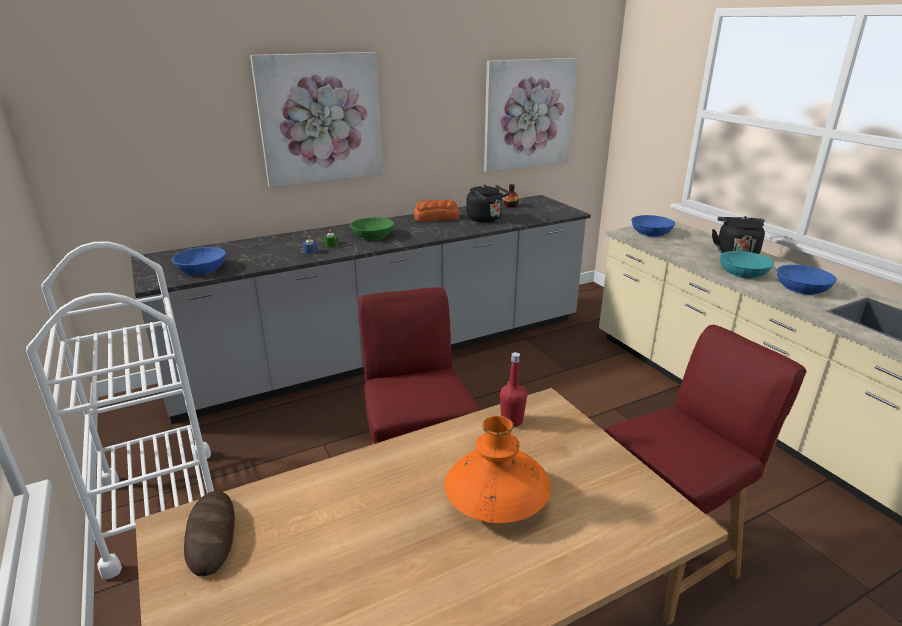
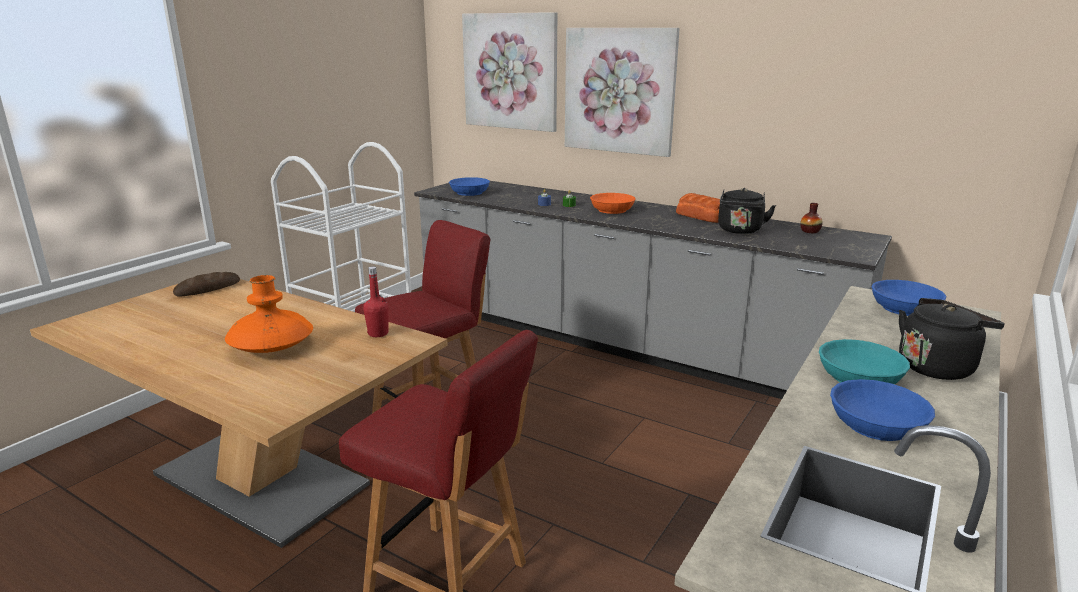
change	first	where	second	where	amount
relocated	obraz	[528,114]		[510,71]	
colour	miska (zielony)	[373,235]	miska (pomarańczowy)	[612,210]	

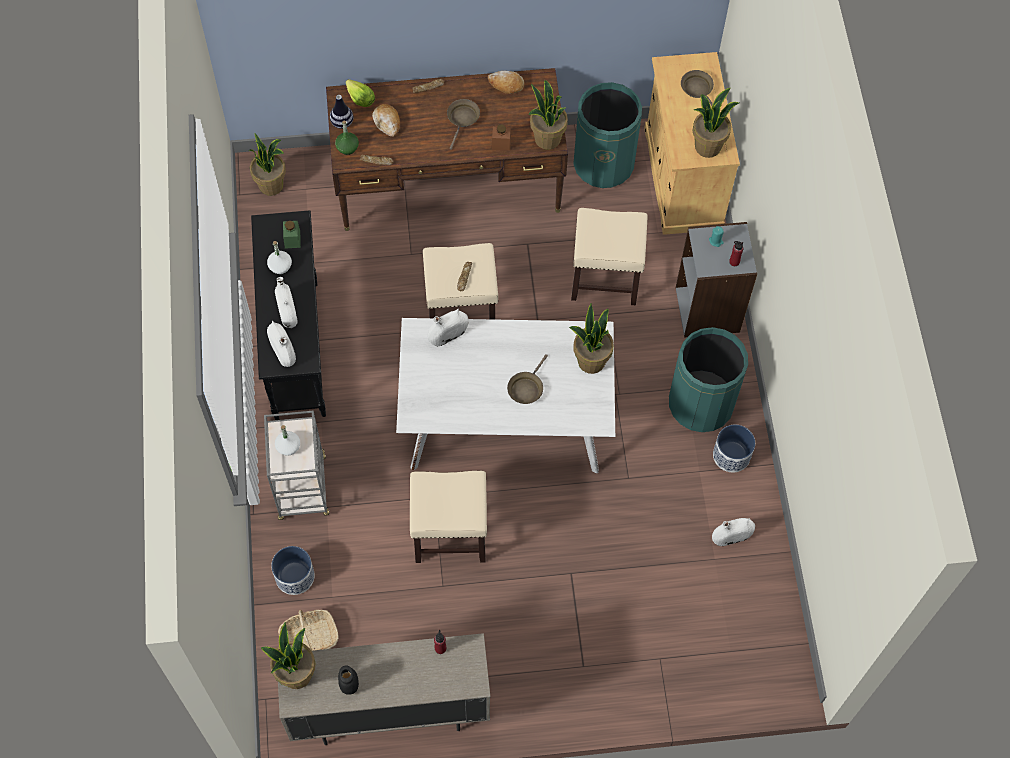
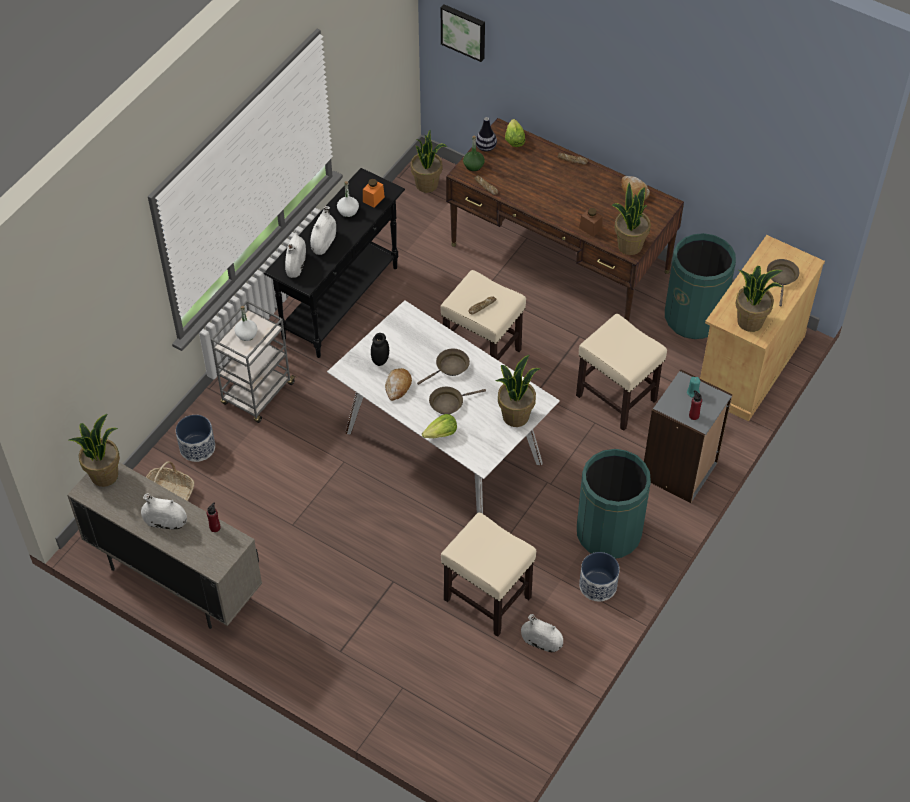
change	first	where	second	where	amount
appeared			sałata	[441,434]	
appeared			obraz	[464,31]	
relocated	słoik (czarny)	[349,685]		[380,360]	
relocated	chleb	[387,122]		[398,386]	
relocated	stołek (beżowy)	[449,536]		[486,598]	
relocated	wazon (biały)	[448,335]		[165,522]	
relocated	patelnia (brązowy)	[462,119]		[450,367]	
colour	słoik (zielony)	[292,239]	słoik (pomarańczowy)	[373,199]	

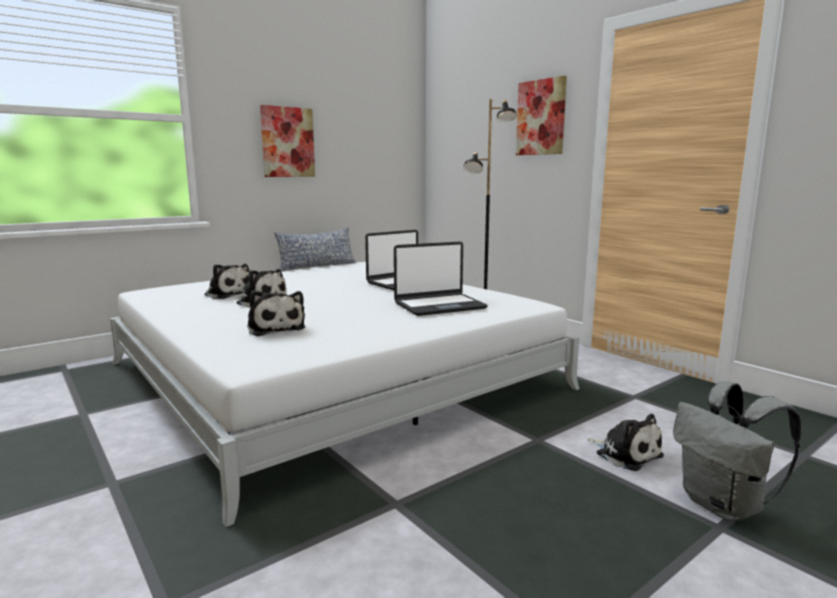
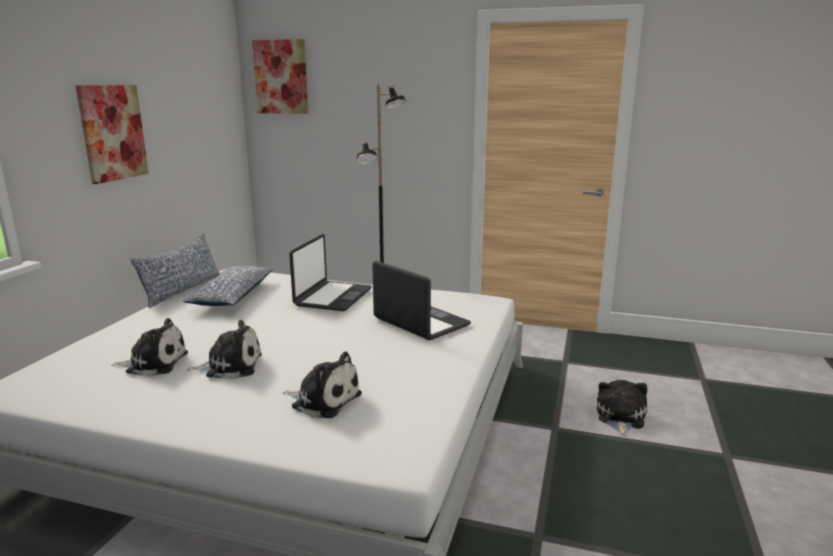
change	first	where	second	where	amount
missing	plecak (szary)	[724,506]			
appeared			poduszka	[232,296]	
relocated	obraz	[541,117]		[281,77]	
spun	laptop	[439,306]		[420,322]	75 degrees counterclockwise
spun	pluszak	[626,454]		[620,418]	90 degrees counterclockwise

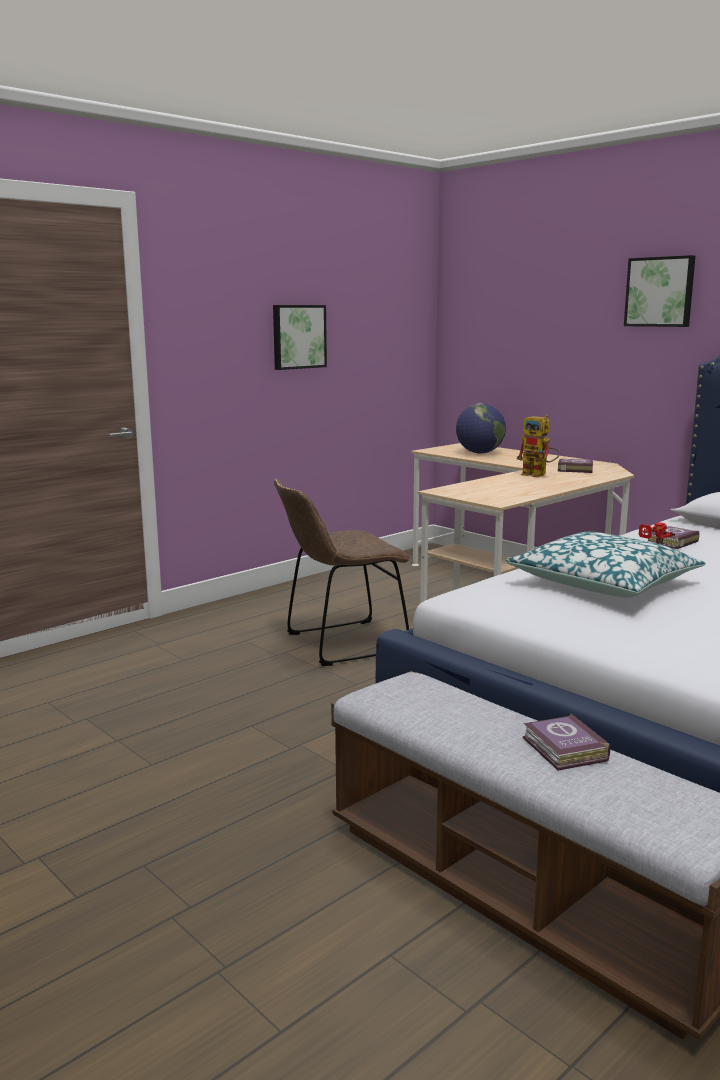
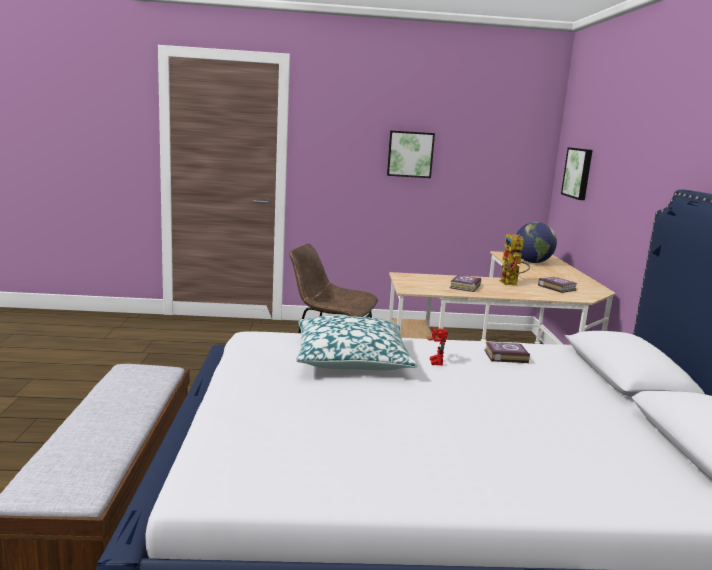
change	first	where	second	where	amount
relocated	książka	[564,750]		[464,287]	
relocated	obraz	[660,292]		[578,173]	

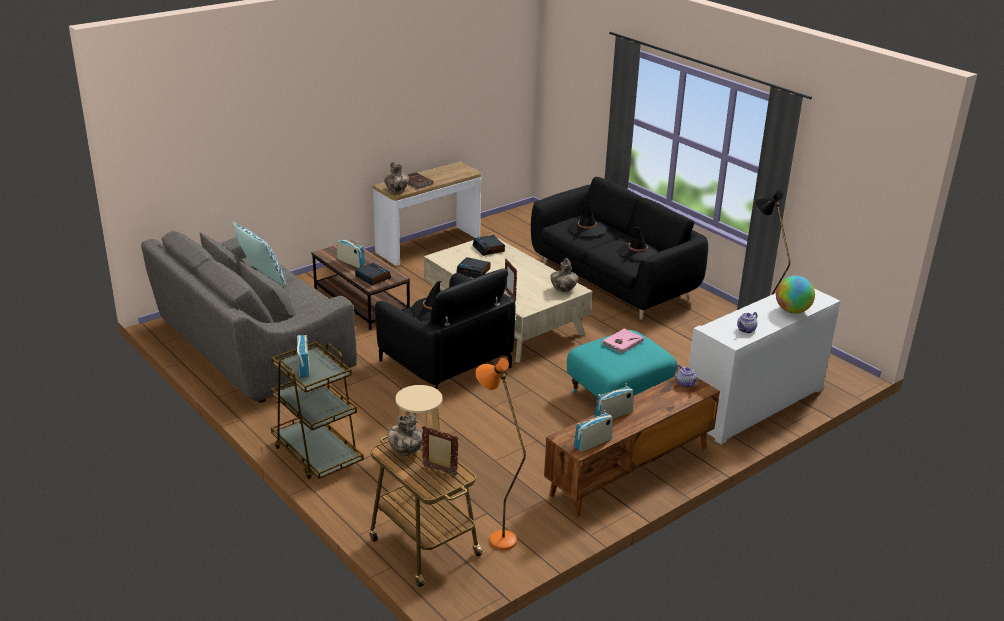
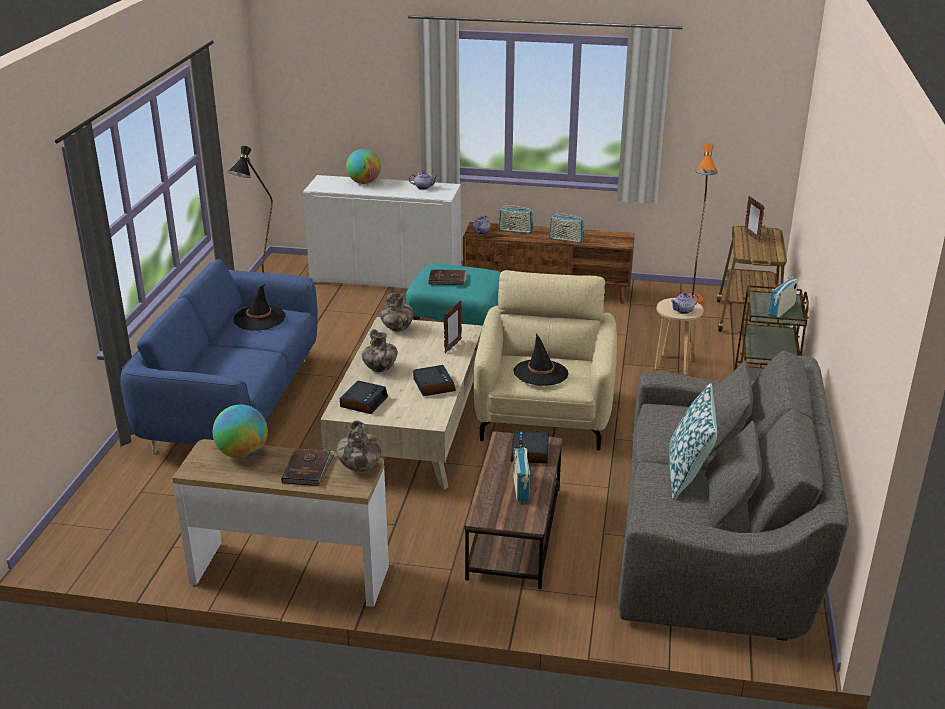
change	first	where	second	where	amount
missing	kapelusz (czarny)	[586,229]			
appeared			globus	[242,453]	
appeared			imbryk	[683,311]	
relocated	wazon	[405,451]		[380,369]	
relocated	radio	[592,443]		[515,231]	
colour	fotel (czarny)	[444,364]	fotel (beżowy)	[544,415]	
colour	kanapa (czarny)	[613,282]	kanapa (niebieski)	[233,403]	
colour	książka (różowy)	[622,342]	książka (brązowy)	[447,279]	

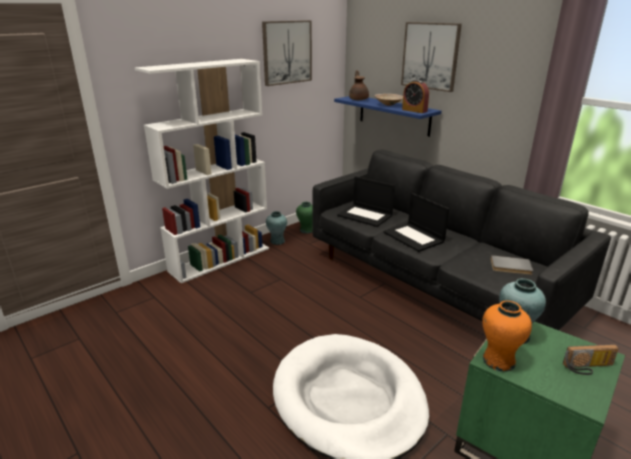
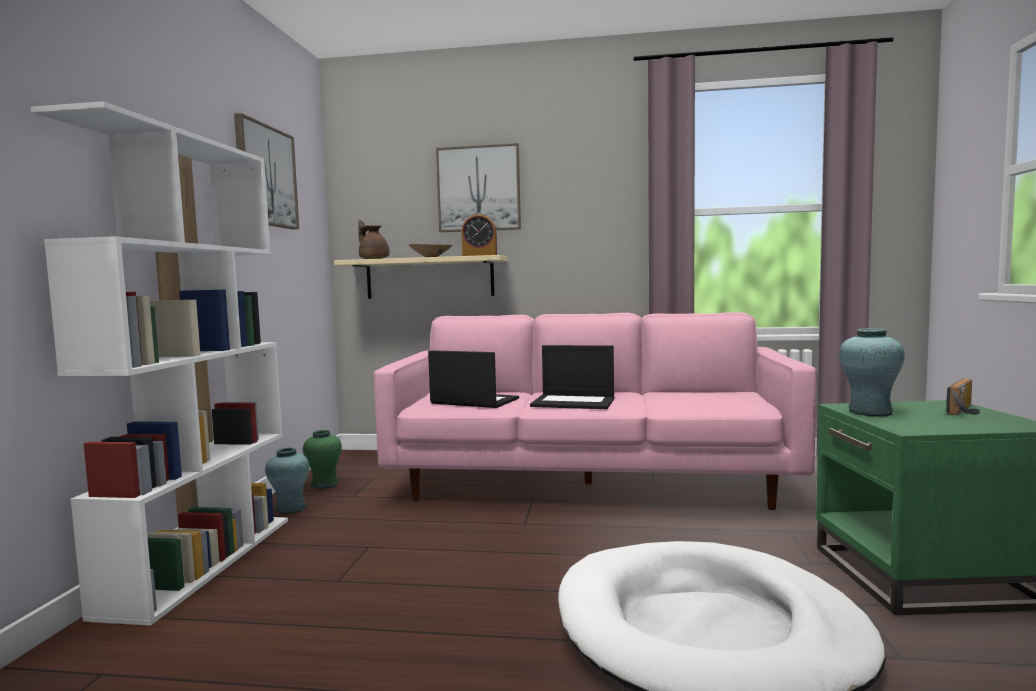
change	first	where	second	where	amount
missing	wazon (pomarańczowy)	[498,360]			
missing	książka (szary)	[511,267]			
colour	kanapa (czarny)	[432,285]	kanapa (różowy)	[589,484]	
colour	półka (niebieski)	[394,115]	półka (beżowy)	[429,278]	
spun	laptop	[365,215]		[473,401]	150 degrees counterclockwise

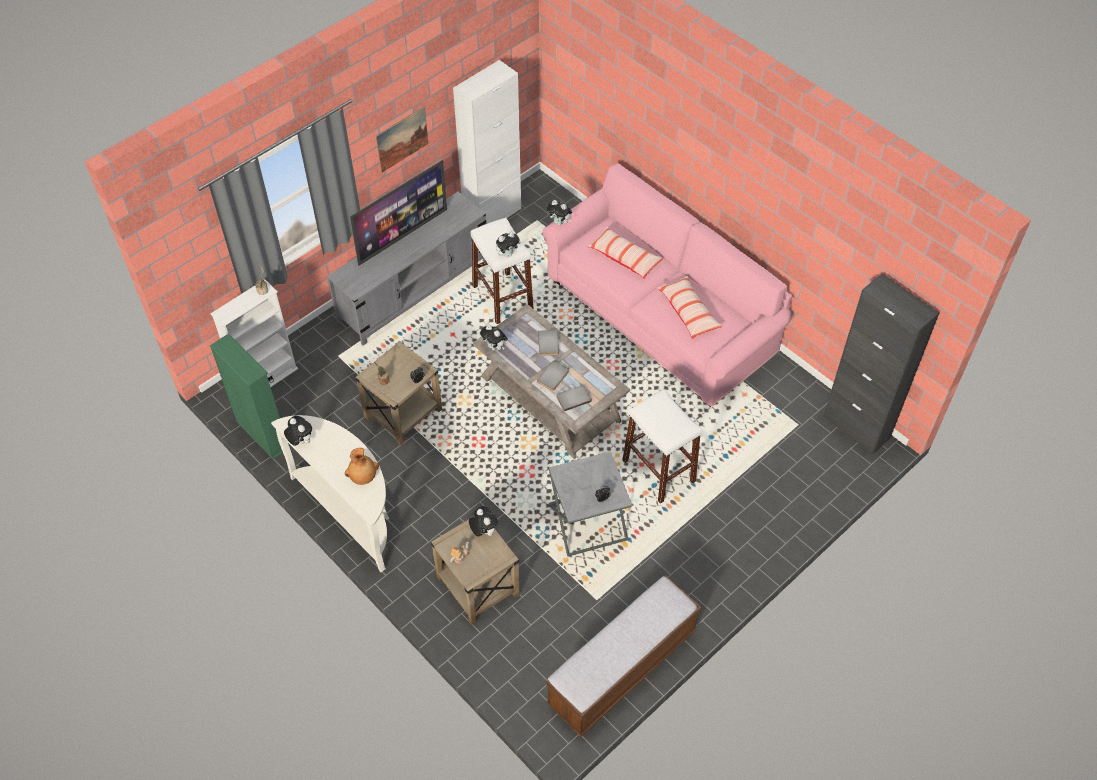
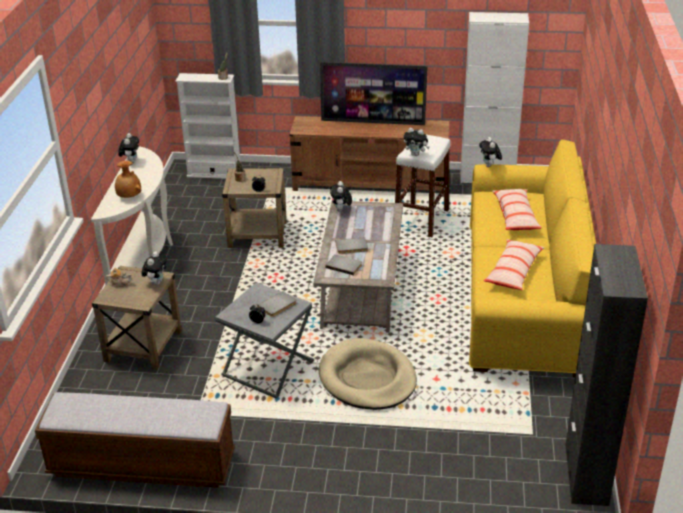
change	first	where	second	where	amount
missing	regał (zielony)	[262,434]			
missing	obraz	[402,139]			
relocated	książka (szary)	[549,343]		[278,306]	
exchanged	stołek (biały)	[659,471]	legowisko (beżowy)	[367,378]	
colour	szafka pod telewizor (szary)	[414,290]	szafka pod telewizor (brązowy)	[370,184]	
colour	kanapa (różowy)	[661,315]	kanapa (żółty)	[525,297]	

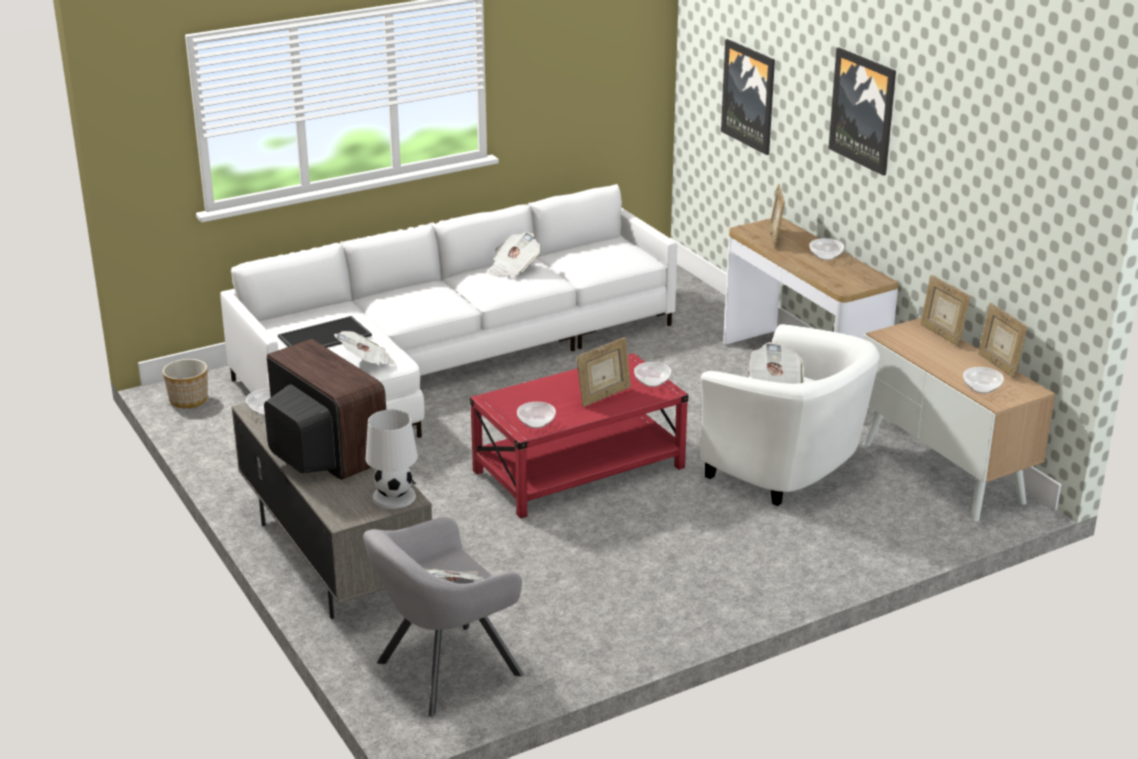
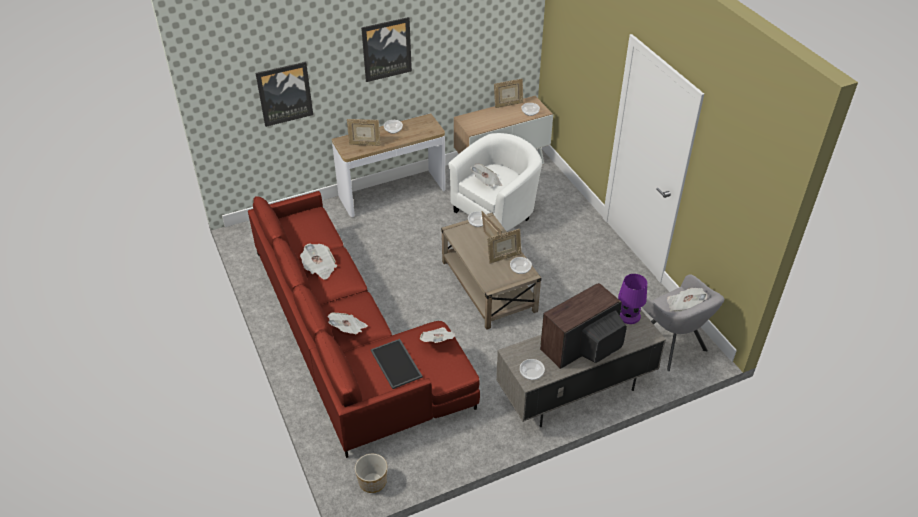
change	first	where	second	where	amount
appeared			gazeta	[348,329]	
relocated	ramka na zdjęcie	[941,335]		[504,257]	
colour	kanapa (biały)	[444,364]	kanapa (czerwony)	[349,340]	
colour	lampa stołowa (biały)	[394,497]	lampa stołowa (fioletowy)	[629,315]	
colour	ława (czerwony)	[579,470]	ława (beżowy)	[488,286]	

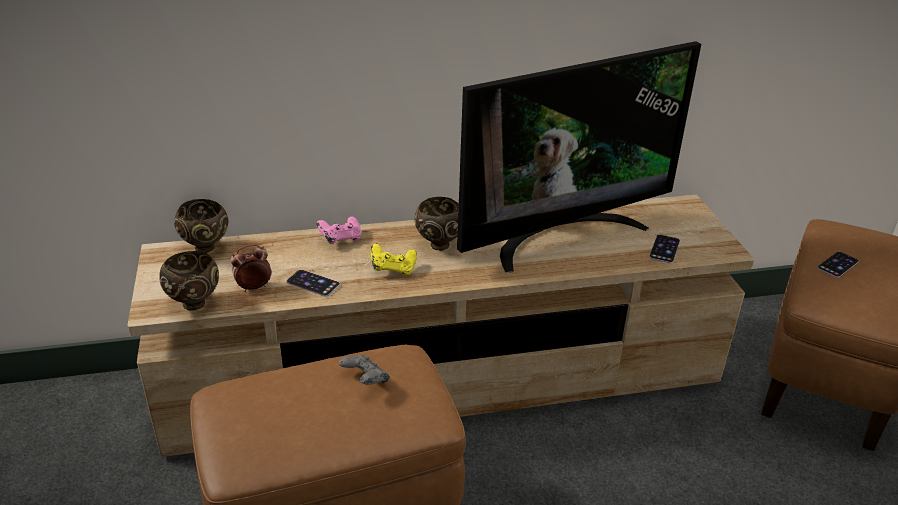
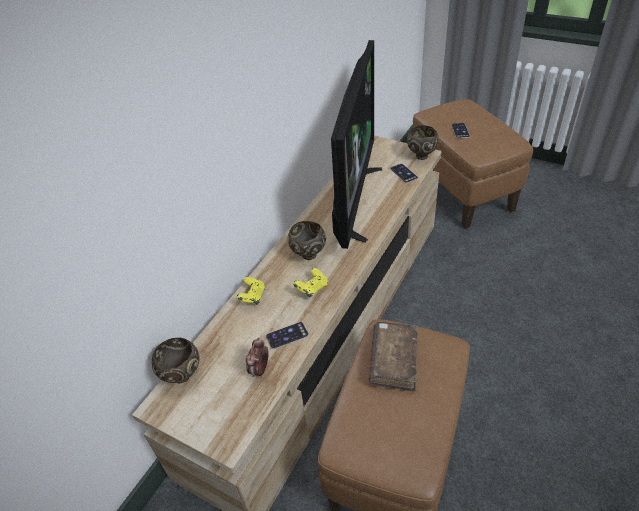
change	first	where	second	where	amount
relocated	miska (brązowy)	[195,303]		[421,156]	
exchanged	pad do gier (szary)	[365,381]	książka (brązowy)	[393,361]	
colour	pad do gier (różowy)	[340,239]	pad do gier (żółty)	[252,297]	

